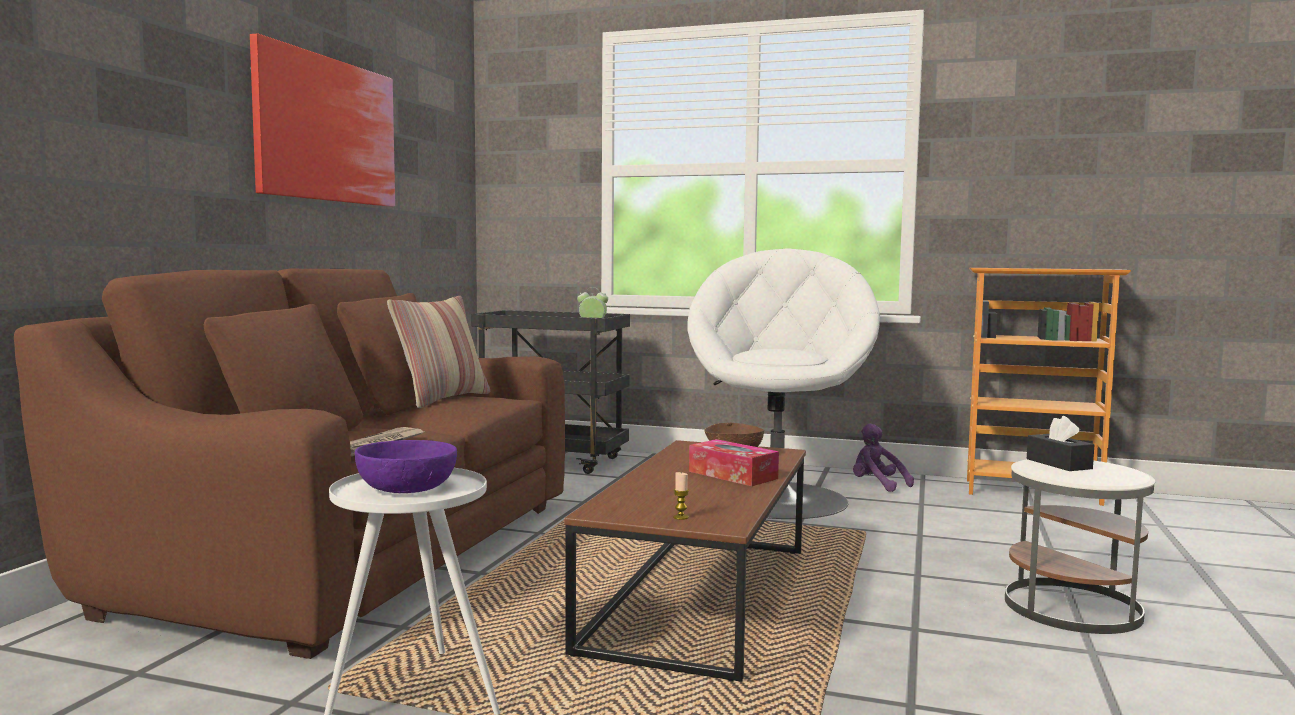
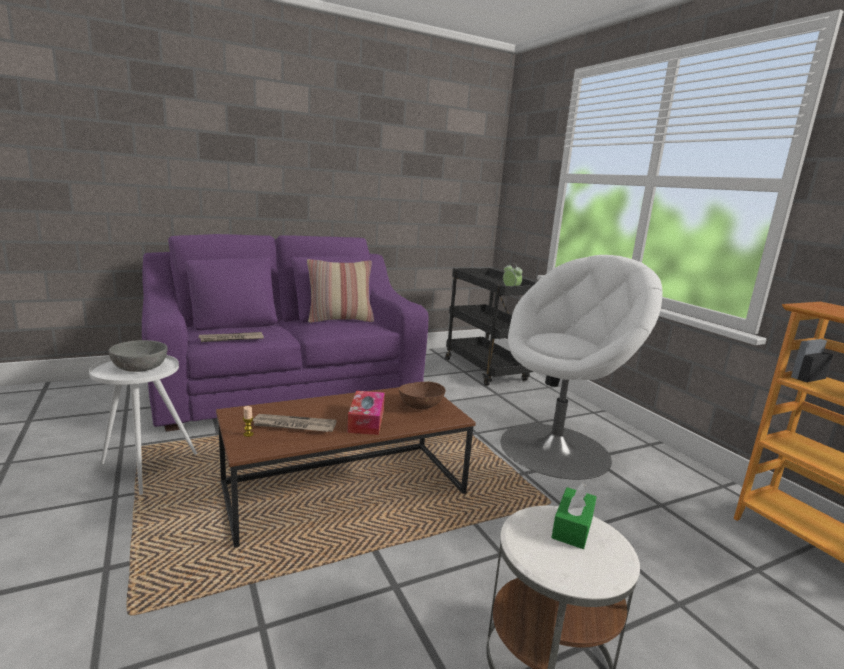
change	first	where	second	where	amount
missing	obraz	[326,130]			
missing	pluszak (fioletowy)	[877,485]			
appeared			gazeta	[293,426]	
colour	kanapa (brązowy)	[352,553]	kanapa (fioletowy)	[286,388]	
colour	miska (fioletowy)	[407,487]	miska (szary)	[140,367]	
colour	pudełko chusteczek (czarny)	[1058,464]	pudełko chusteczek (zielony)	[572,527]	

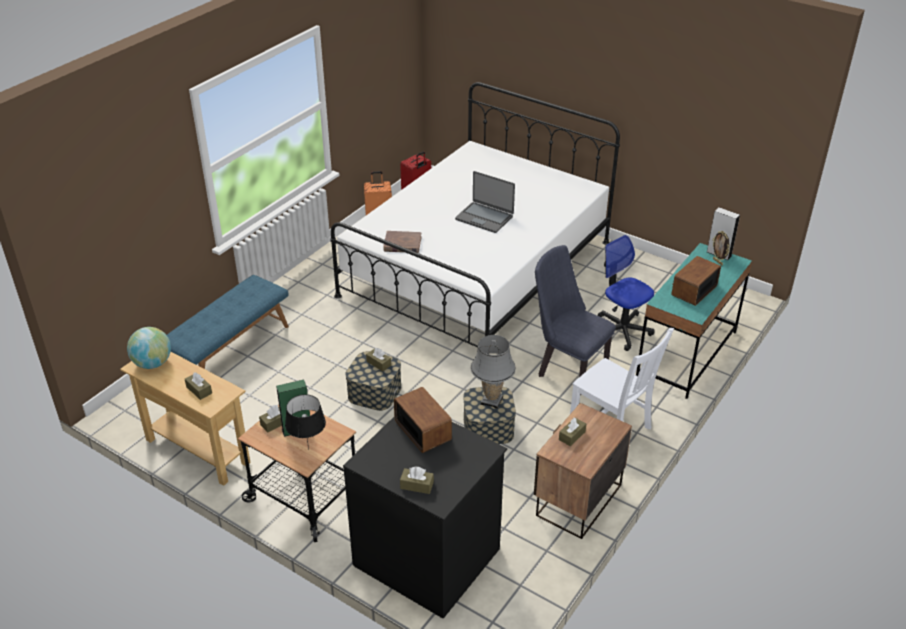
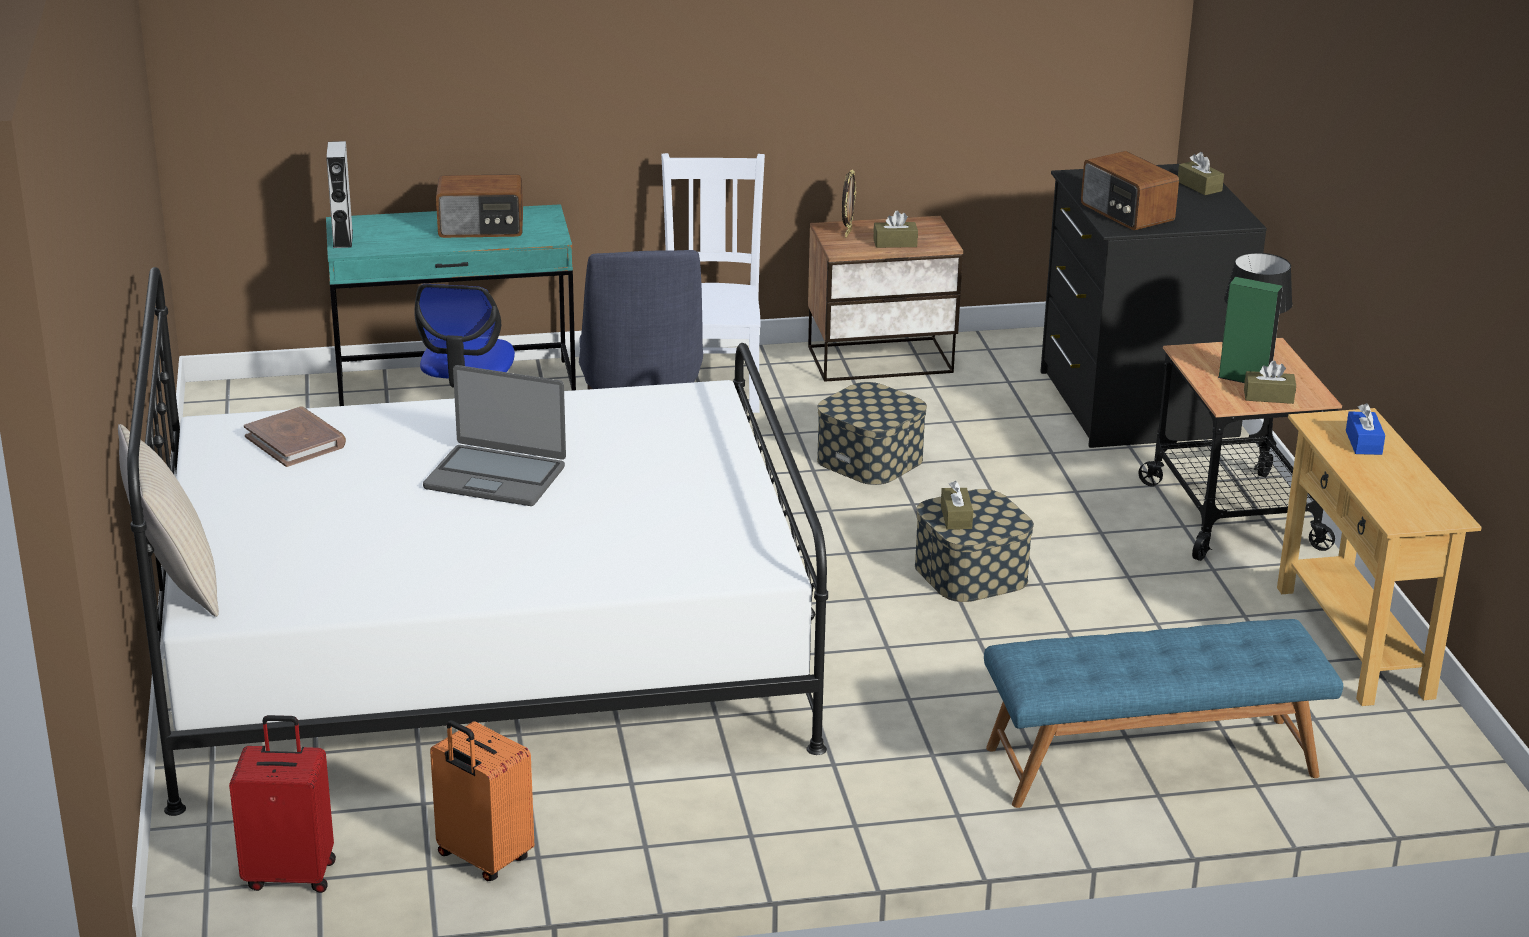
change	first	where	second	where	amount
missing	globus	[152,363]			
missing	lampa stołowa (szary)	[491,401]			
appeared			poduszka (beżowy)	[175,583]	
relocated	książka (brązowy)	[402,244]		[296,441]	
relocated	ramka na zdjęcie	[718,262]		[847,233]	
colour	pudełko chusteczek (brązowy)	[199,390]	pudełko chusteczek (niebieski)	[1363,442]	
spun	radio	[423,430]		[1126,213]	45 degrees counterclockwise
spun	laptop	[484,218]		[496,477]	120 degrees clockwise

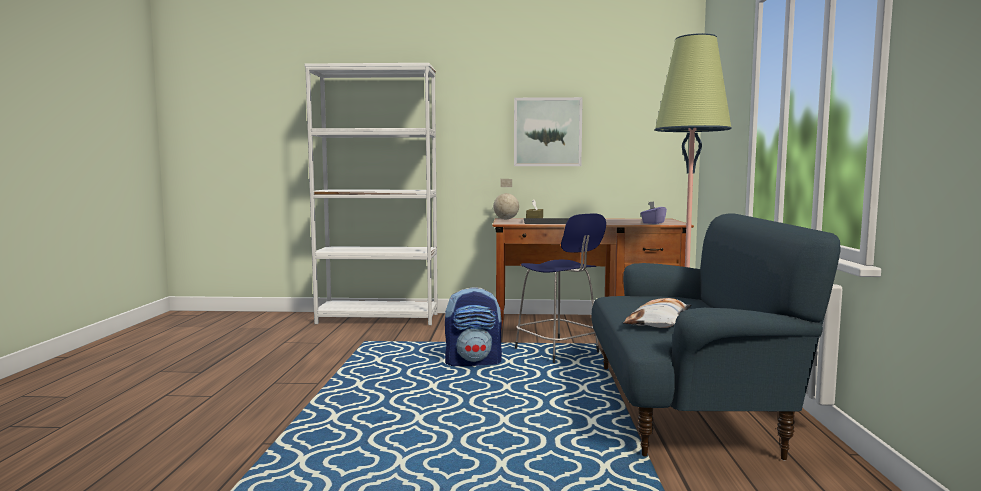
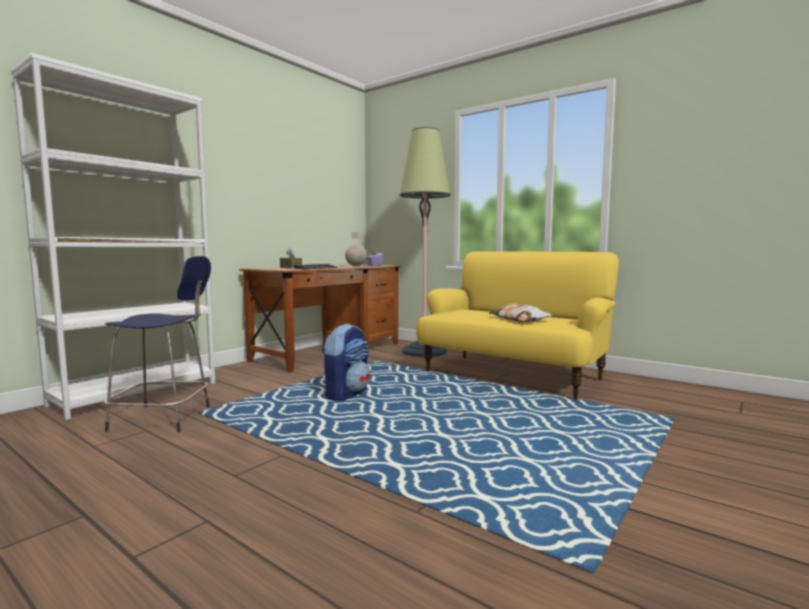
change	first	where	second	where	amount
missing	obraz	[547,132]			
relocated	globus	[506,219]		[356,266]	
relocated	stołek (niebieski)	[558,352]		[164,418]	
colour	kanapa (niebieski)	[685,406]	kanapa (żółty)	[512,375]	

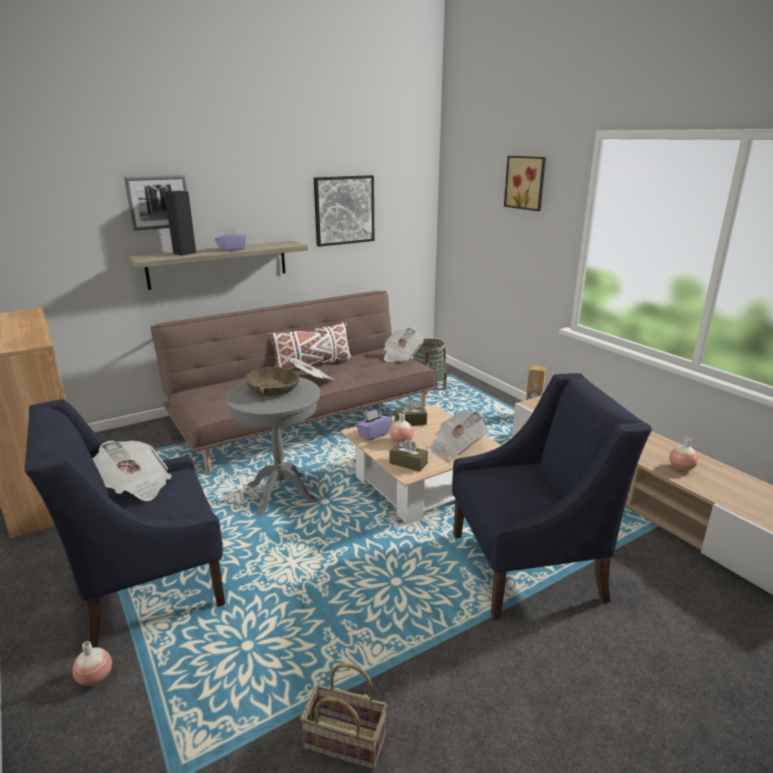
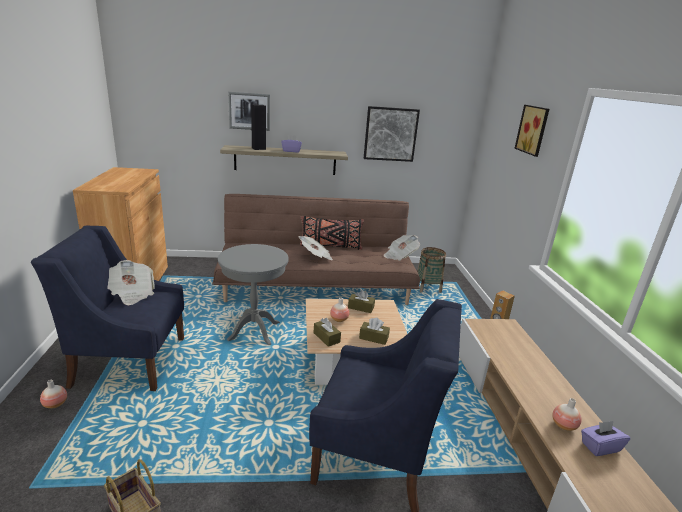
change	first	where	second	where	amount
missing	miska (brązowy)	[273,389]			
relocated	pudełko chusteczek (fioletowy)	[373,434]		[600,446]	
exchanged	gazeta	[455,448]	pudełko chusteczek (brązowy)	[373,338]	
colour	poduszka (biały)	[312,364]	poduszka (czarny)	[330,246]	

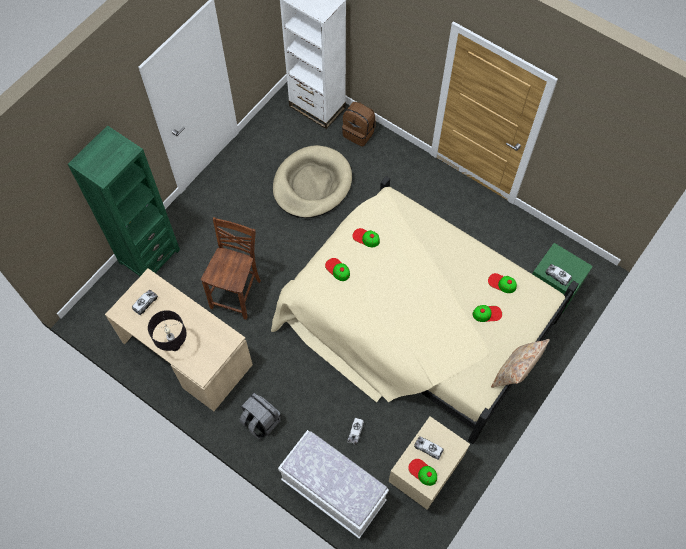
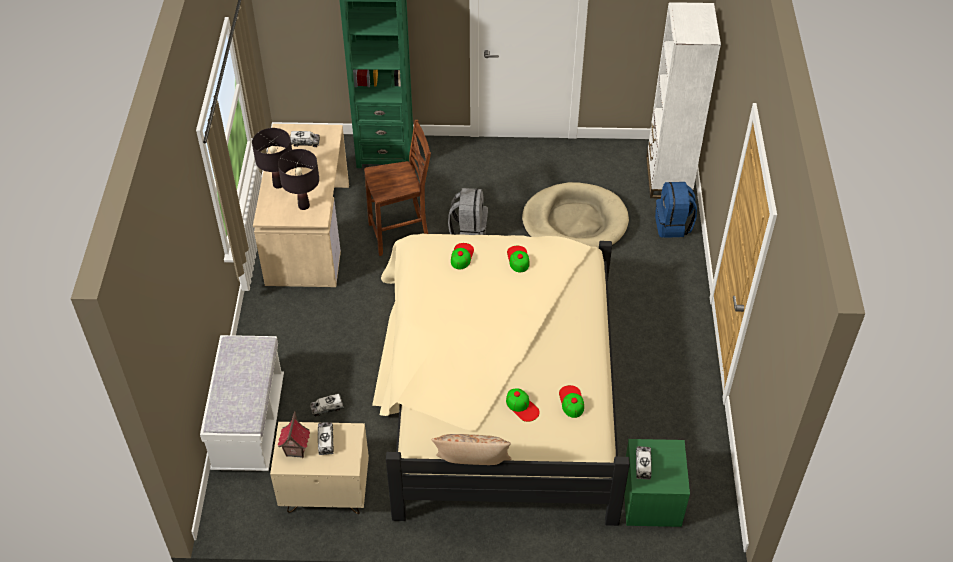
change	first	where	second	where	amount
appeared			lampa stołowa (czarny)	[304,206]	
relocated	plecak (szary)	[260,421]		[468,231]	
exchanged	czapka z daszkiem	[422,472]	domek	[295,450]	
colour	plecak (brązowy)	[359,133]	plecak (niebieski)	[673,225]	

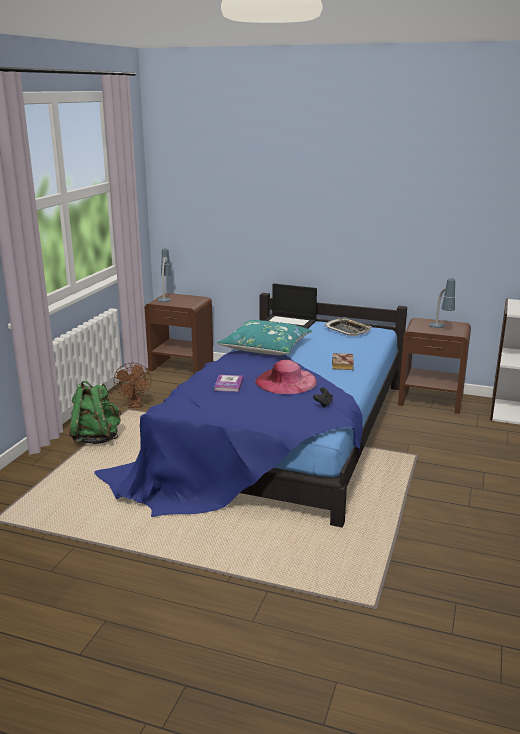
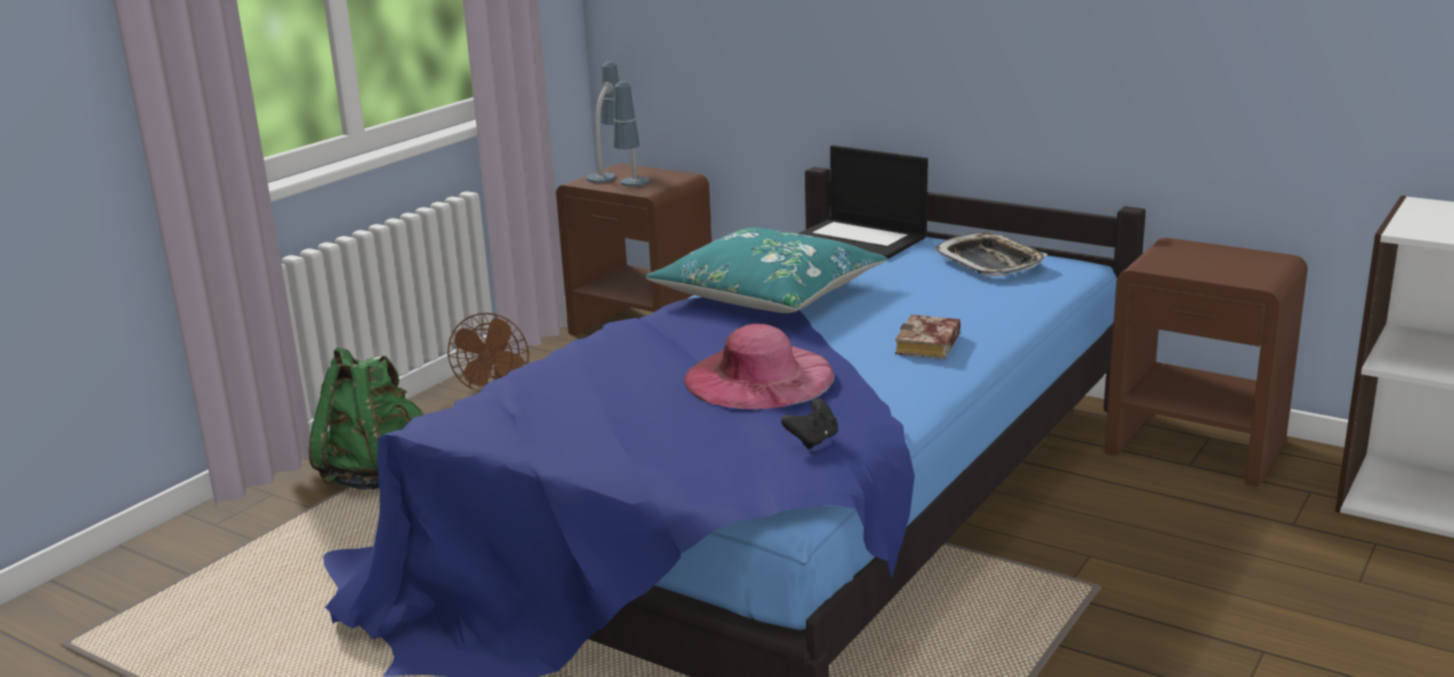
change	first	where	second	where	amount
missing	książka	[228,384]			
relocated	lampa stołowa	[440,329]		[632,188]	

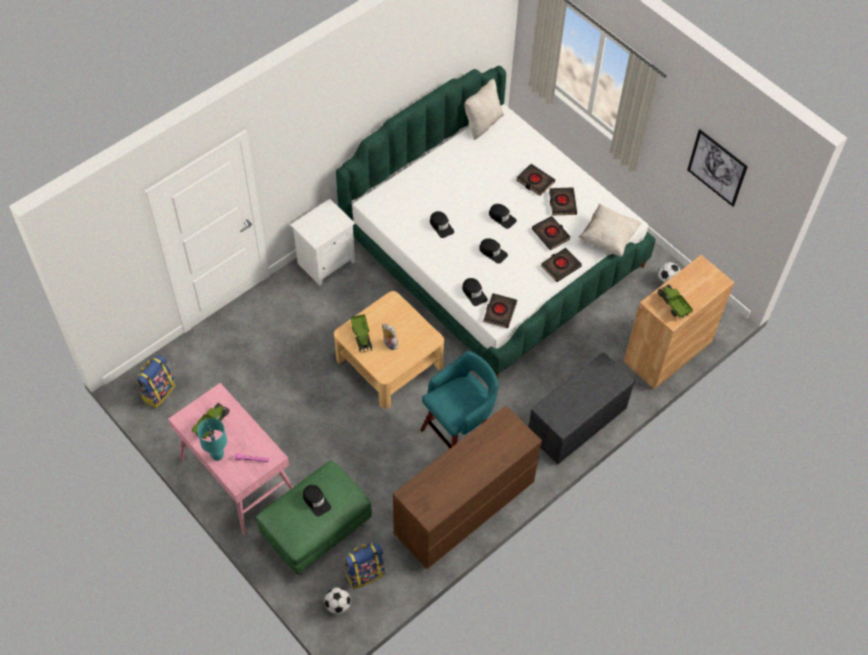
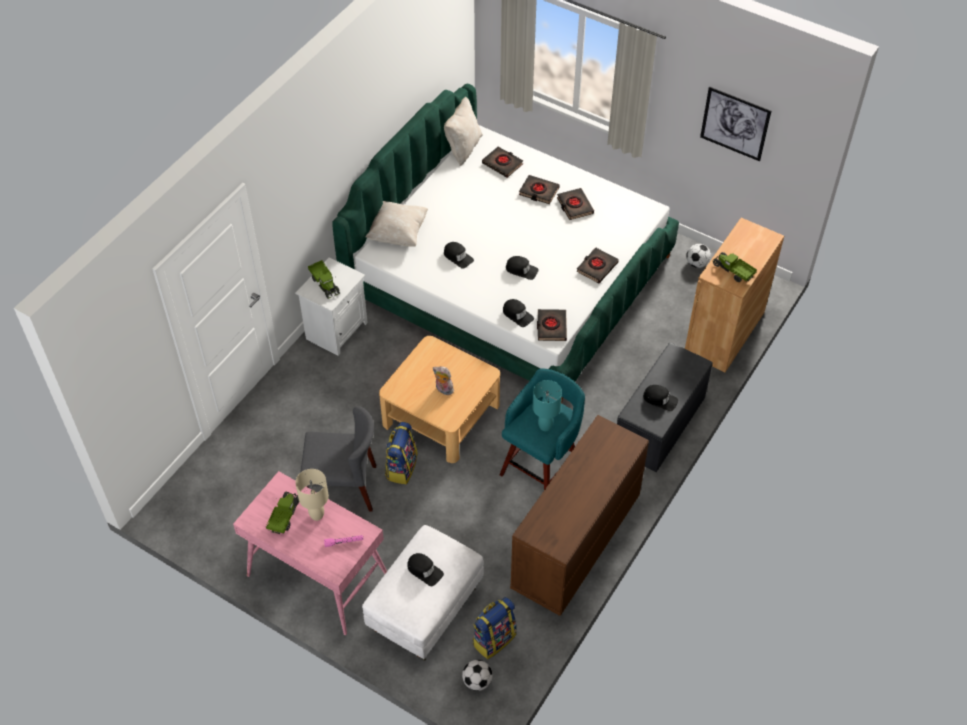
change	first	where	second	where	amount
appeared			lampa stołowa (beżowy)	[317,515]	
appeared			krzesło (szary)	[343,487]	
relocated	plecak	[158,392]		[401,467]	
relocated	lampa stołowa (turkusowy)	[218,456]		[545,426]	
relocated	ciężarówka zabawkowa	[362,337]		[325,284]	
relocated	czapka z daszkiem (czarny)	[502,217]		[660,399]	
relocated	książka (czarny)	[551,234]		[502,164]	
relocated	poduszka (beżowy)	[608,238]		[397,233]	
colour	pufa (zielony)	[316,530]	pufa (biały)	[425,608]	

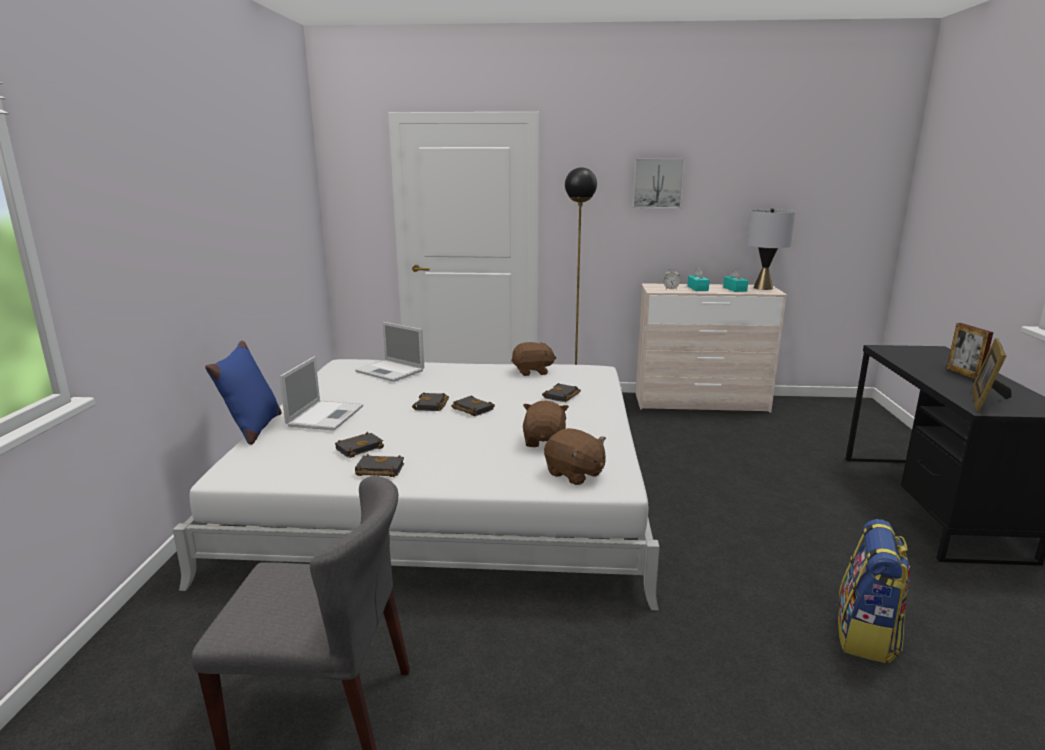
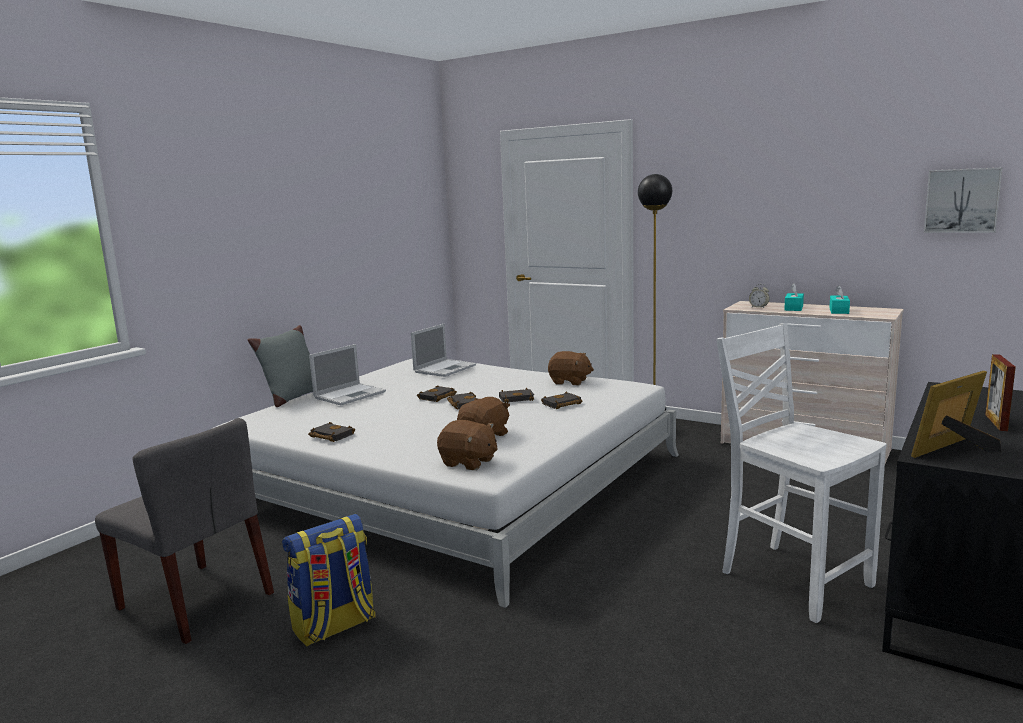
change	first	where	second	where	amount
missing	lampa stołowa (szary)	[763,288]			
appeared			krzesło (biały)	[792,578]	
relocated	książka (czarny)	[360,447]		[517,398]	
relocated	obraz	[657,183]		[962,200]	
relocated	plecak	[866,635]		[334,626]	
colour	poduszka (niebieski)	[253,429]	poduszka (szary)	[292,398]	
spun	laptop	[391,371]		[445,368]	120 degrees counterclockwise
spun	pluszak (brązowy)	[574,474]		[468,462]	45 degrees counterclockwise

